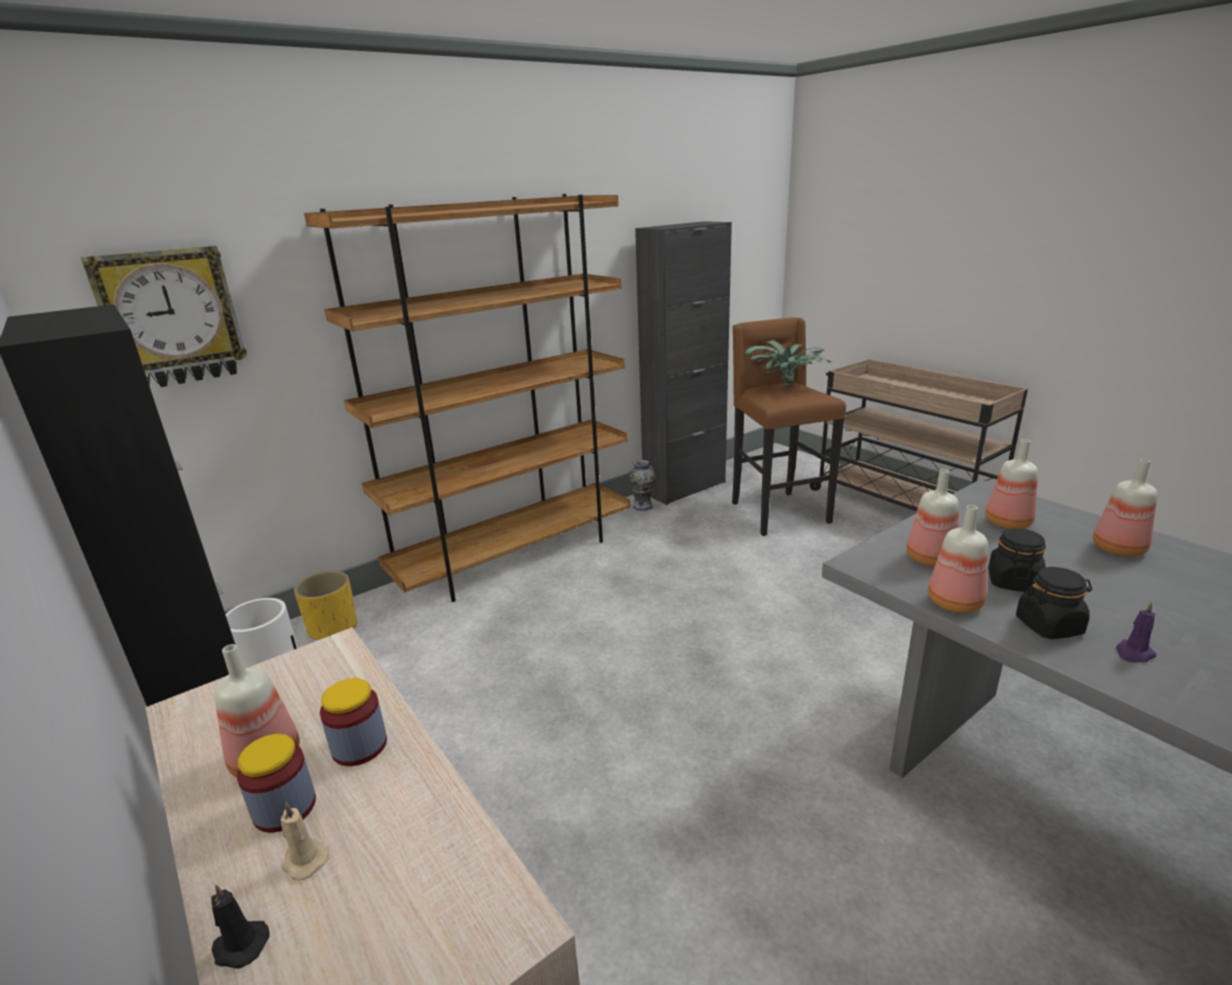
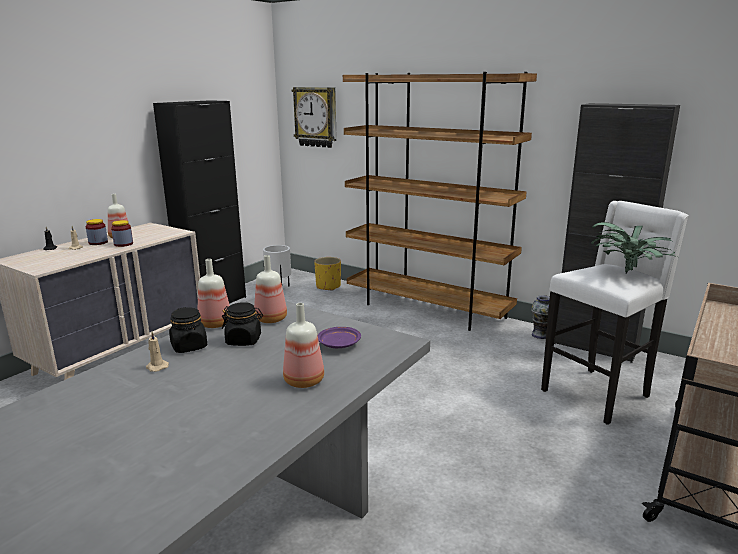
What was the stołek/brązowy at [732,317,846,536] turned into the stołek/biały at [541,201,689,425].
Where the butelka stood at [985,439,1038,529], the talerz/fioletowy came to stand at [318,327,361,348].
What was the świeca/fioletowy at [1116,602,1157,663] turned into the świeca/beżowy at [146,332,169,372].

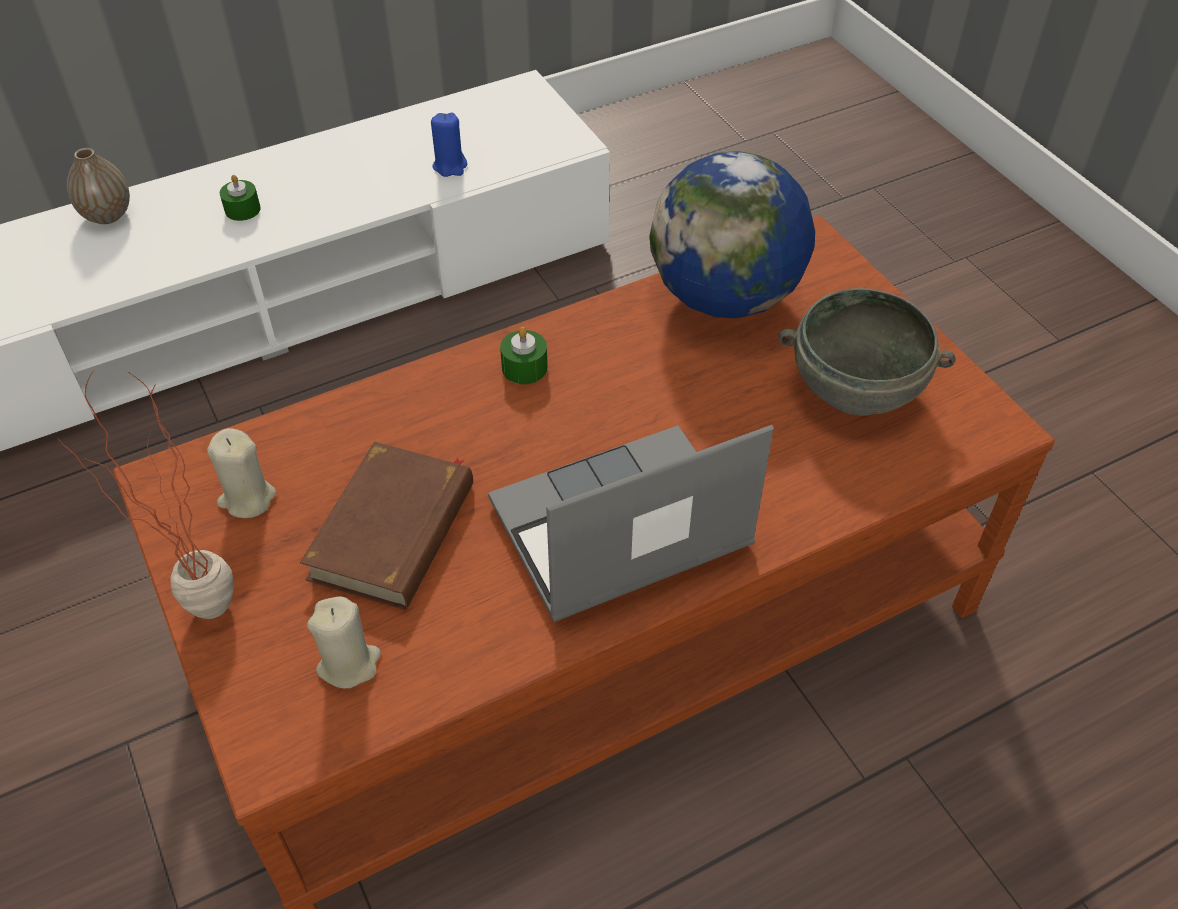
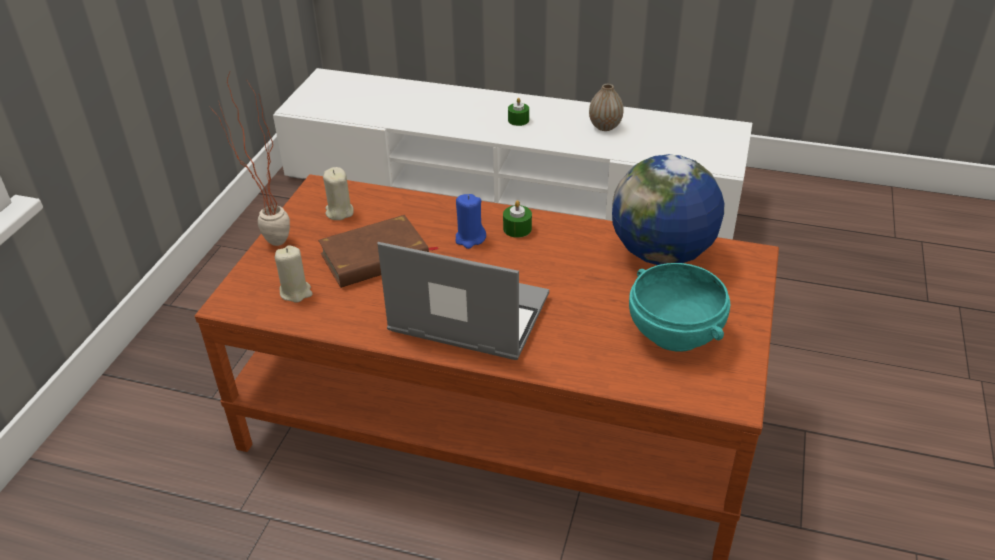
The świeca/niebieski ended up elsewhere, having gone from [431,112,467,177] to [455,194,486,249].
The wazon ended up elsewhere, having gone from [67,148,130,224] to [589,84,624,131].
What was the miska/szary at [779,288,956,416] turned into the miska/turkusowy at [629,263,730,352].

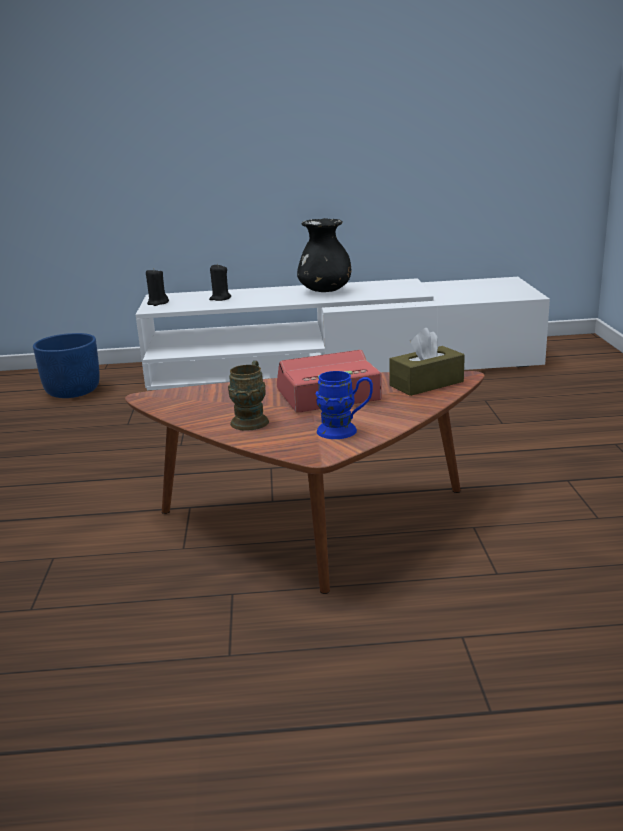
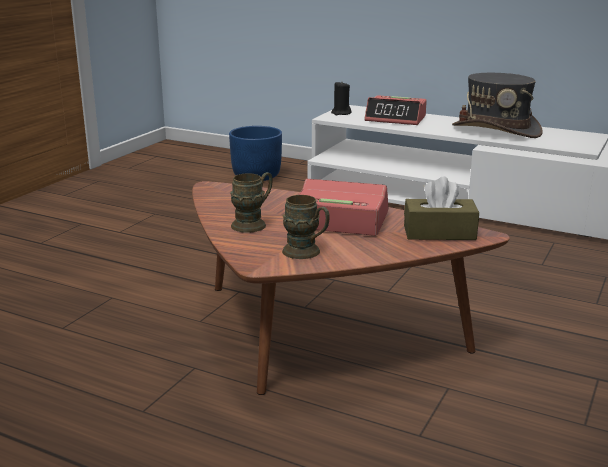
Where the wazon/czarny stood at [297,218,351,292], the kapelusz/szary came to stand at [452,73,543,138].
Where the świeca/czarny stood at [209,264,231,301], the budzik came to stand at [364,95,427,125].
What was the kubek/niebieski at [316,371,373,439] turned into the kubek/brązowy at [282,195,330,259].

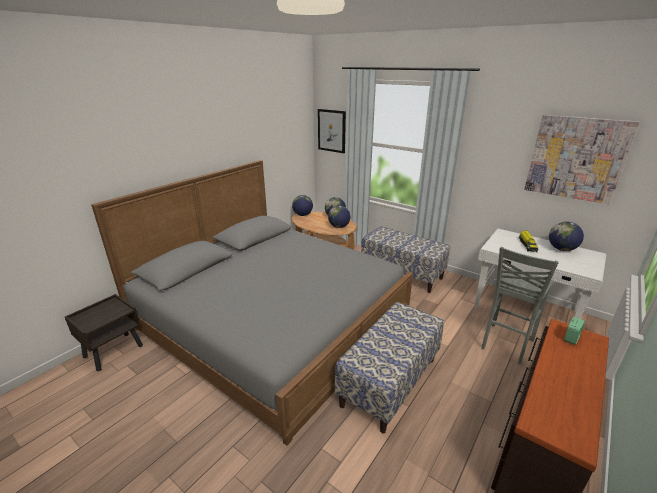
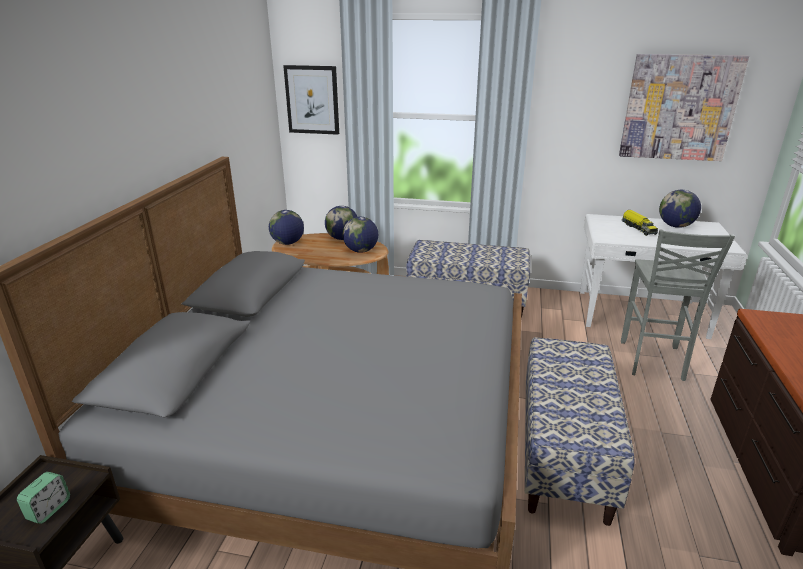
The budzik ended up elsewhere, having gone from [564,317,585,345] to [17,472,70,524].

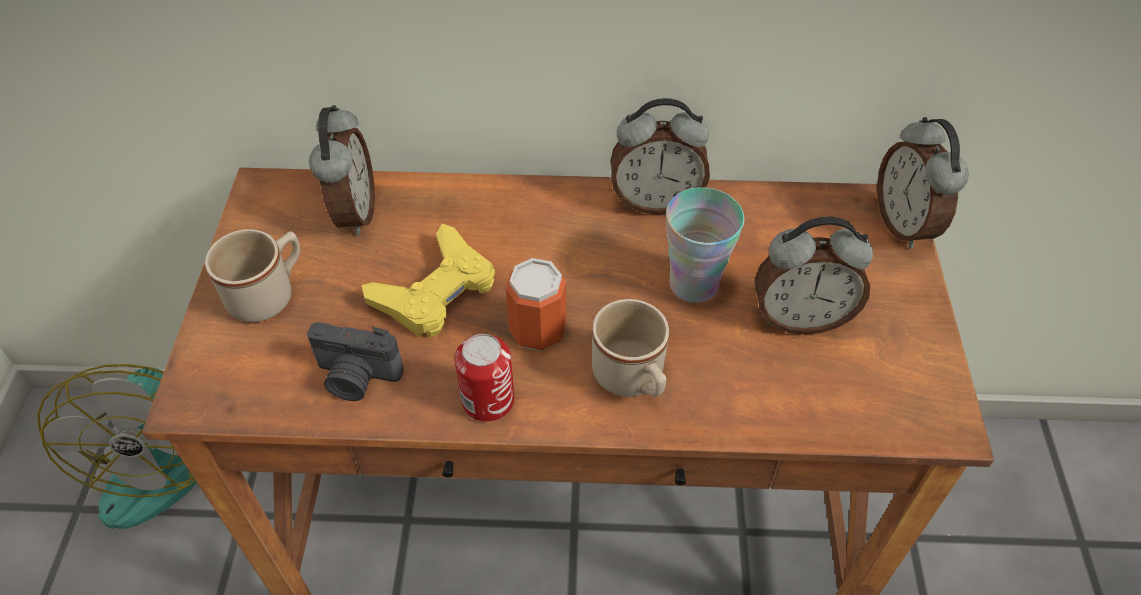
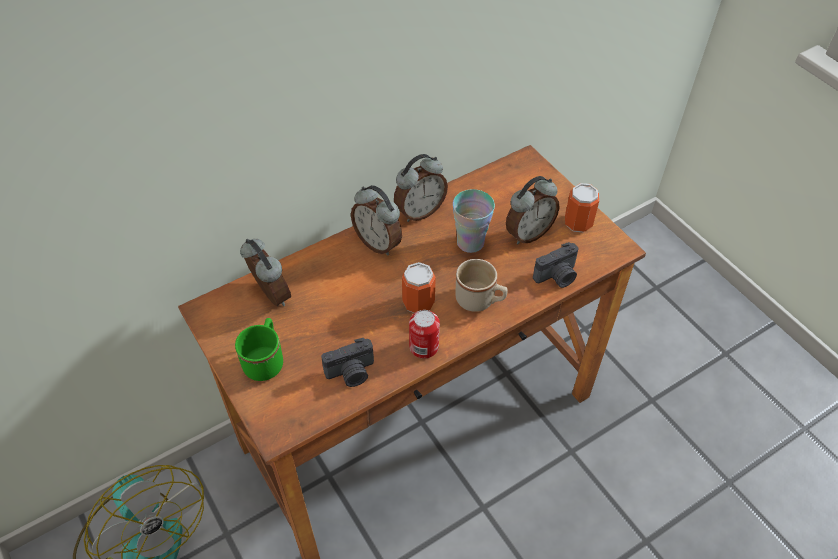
The budzik ended up elsewhere, having gone from [877,117,969,249] to [351,185,402,256].
The second view lost the pad do gier/żółty at [362,224,495,337].
What was the kubek/beżowy at [205,229,300,322] turned into the kubek/zielony at [235,318,283,381].
The second view gained the puszka at [565,183,599,232].
The second view gained the aparat fotograficzny at [533,242,579,288].

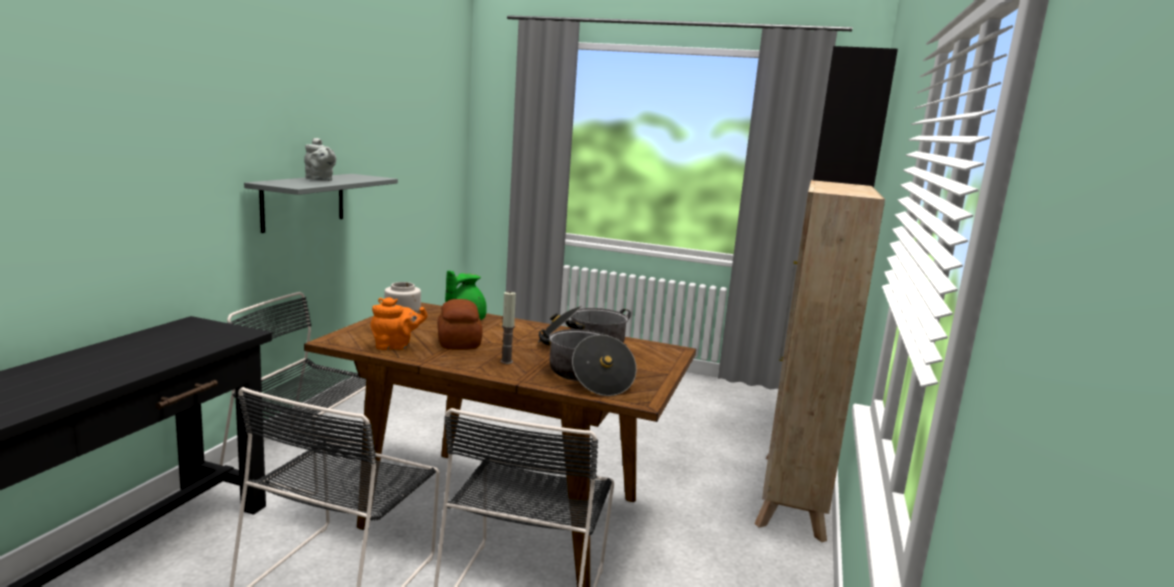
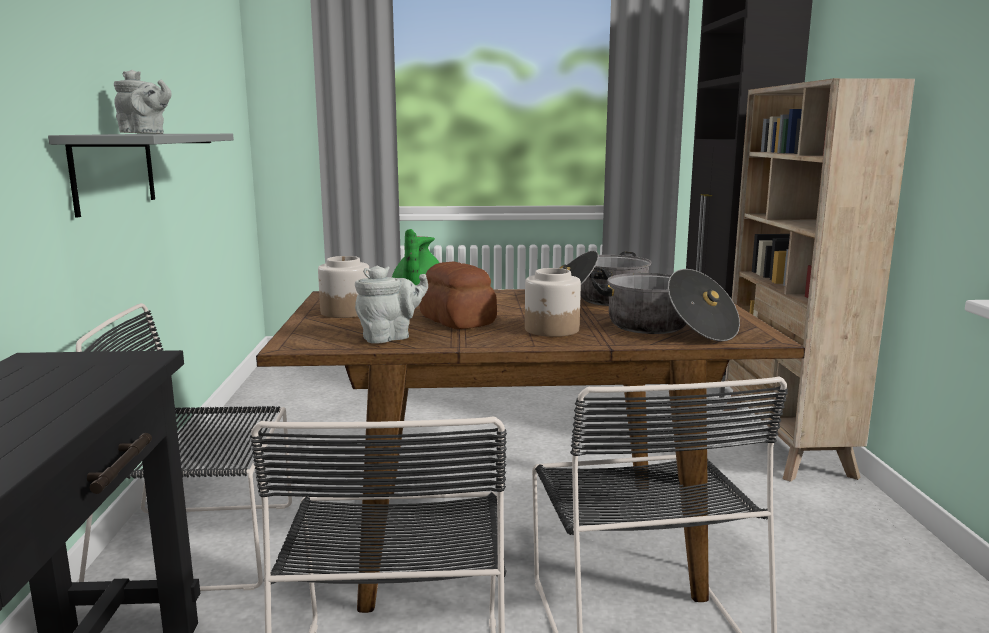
Where the świeca stood at [500,291,516,364], the słoik came to stand at [525,268,581,337].
What was the imbryk/pomarańczowy at [370,297,428,350] turned into the imbryk/szary at [355,265,428,343].

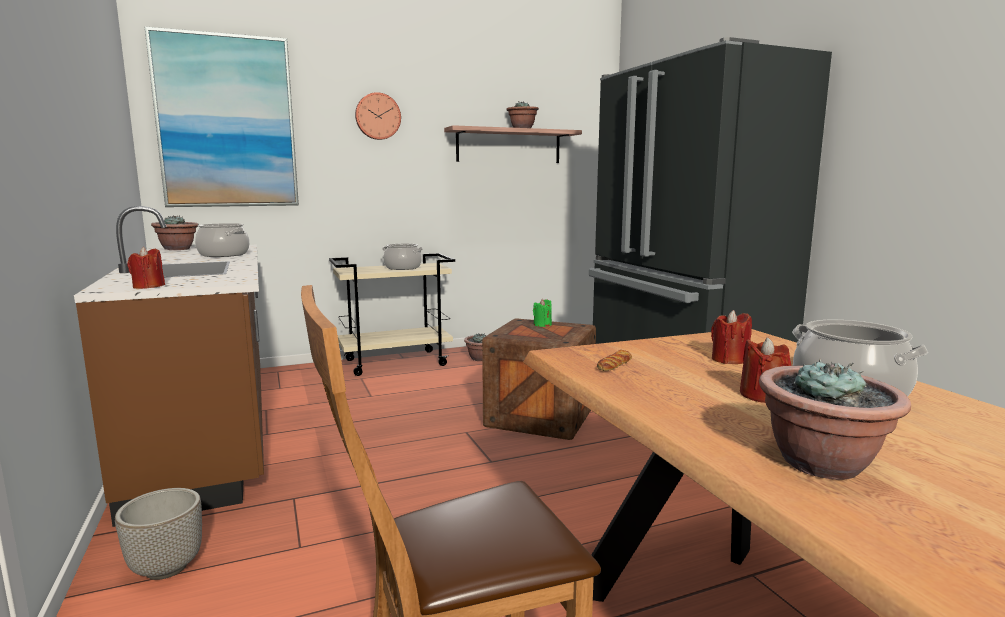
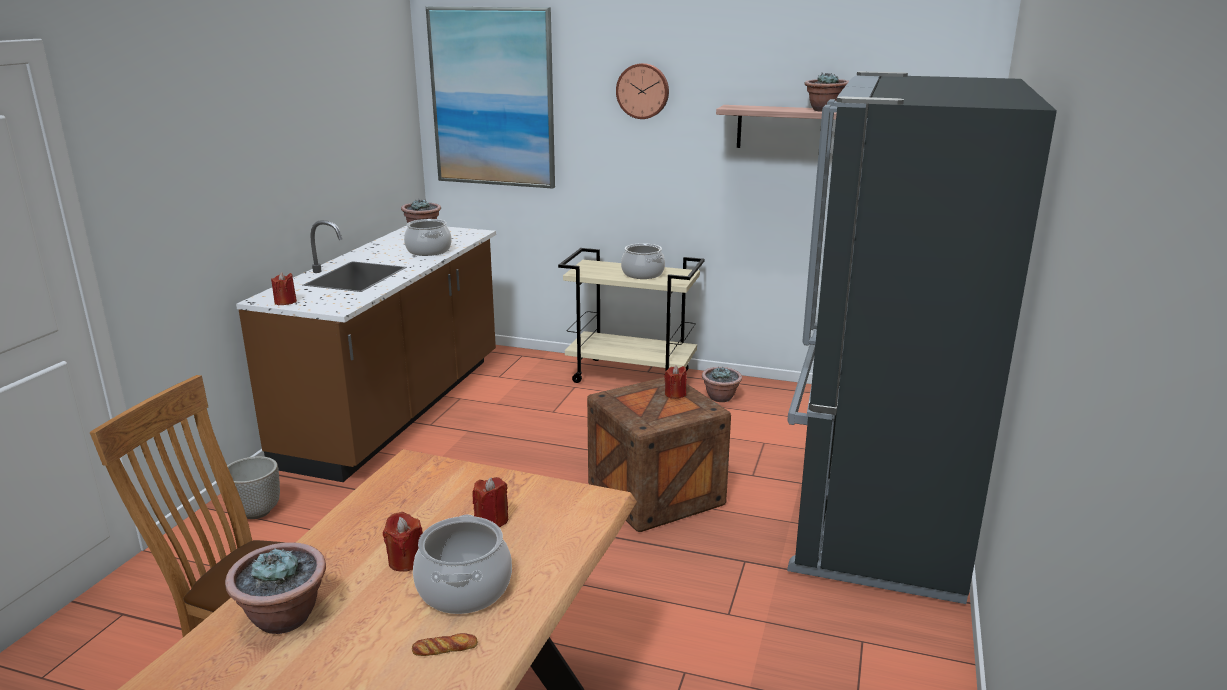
What was the świeca/zielony at [533,299,552,327] turned into the świeca/czerwony at [664,365,687,399].
The chleb ended up elsewhere, having gone from [597,350,632,371] to [412,633,478,656].

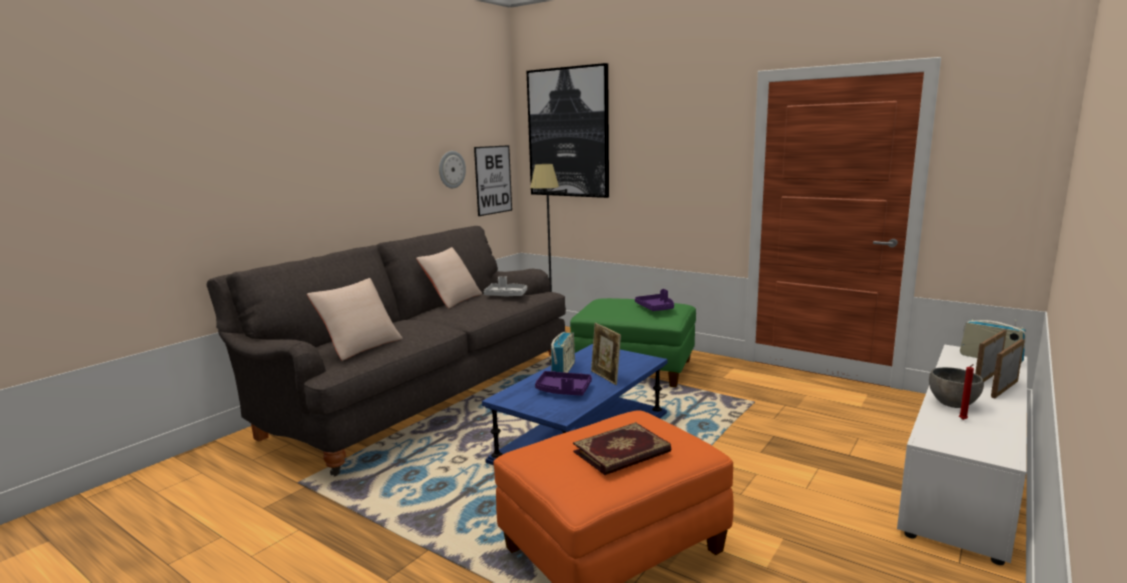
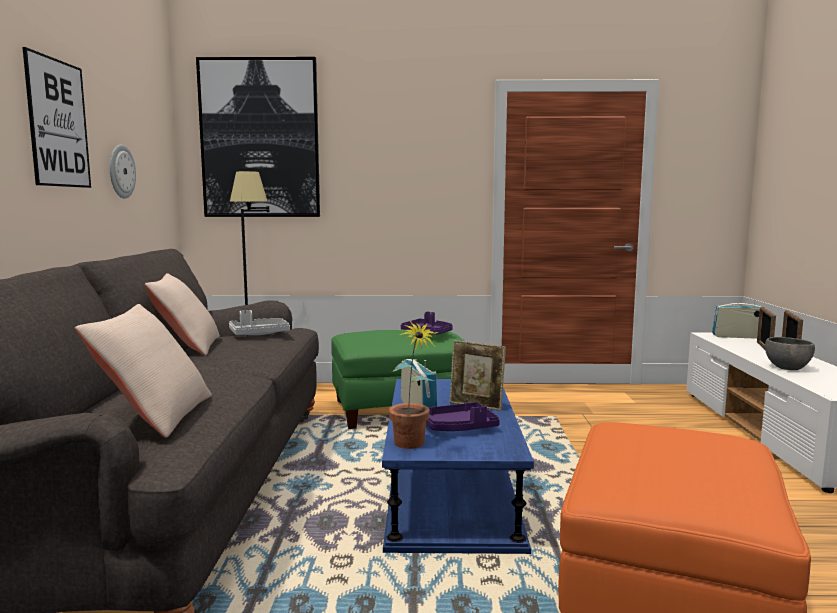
The obraz ended up elsewhere, having gone from [474,145,512,216] to [22,47,91,188].
The second view lost the świeca/czerwony at [959,364,974,420].
The second view lost the książka at [573,422,671,475].
The second view gained the roślina doniczkowa at [389,321,438,449].

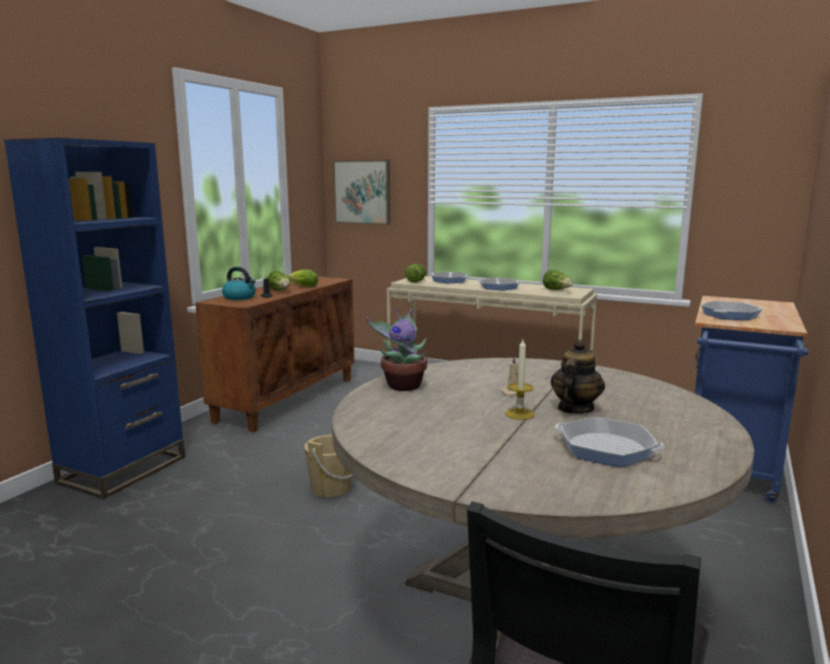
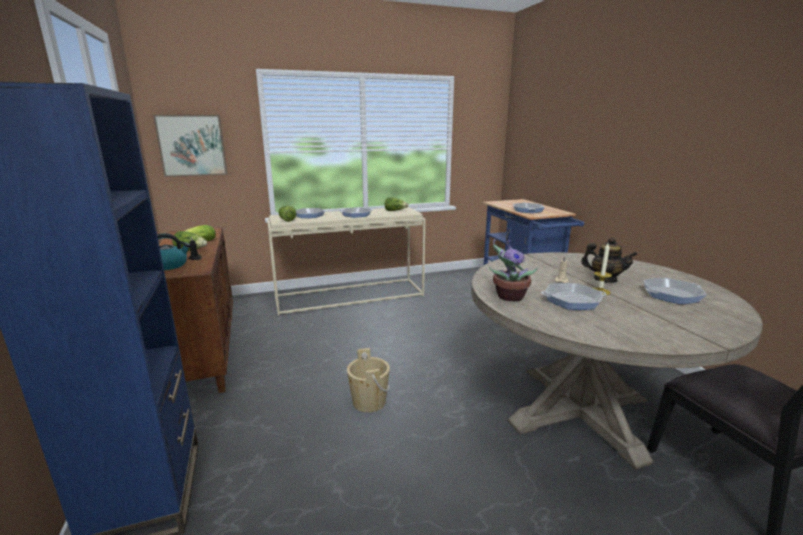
The imbryk at [551,339,605,414] ended up facing another way, 135 degrees clockwise from before.
The second view gained the patelnia at [541,283,606,310].

